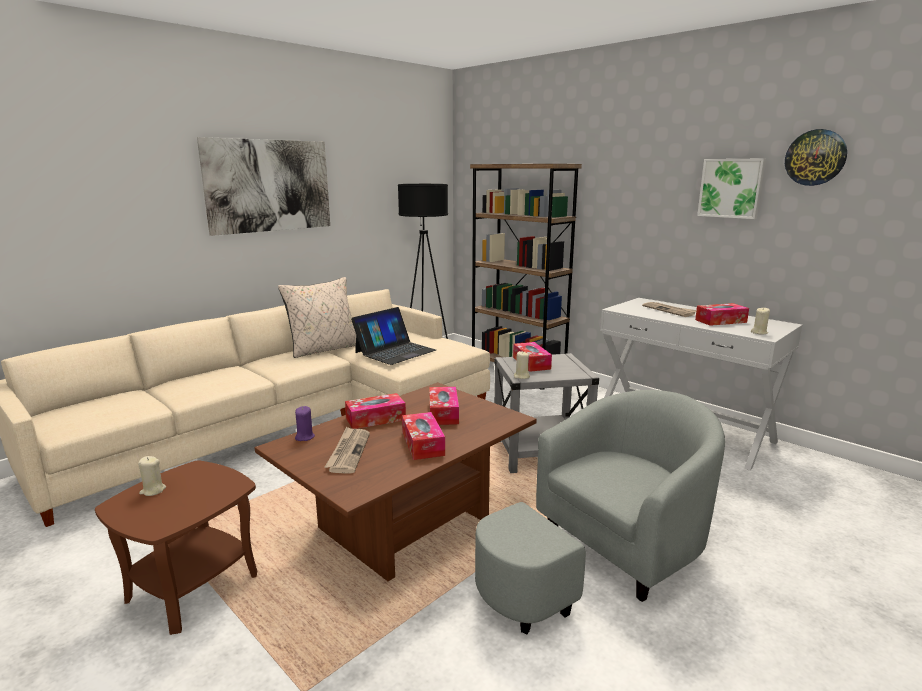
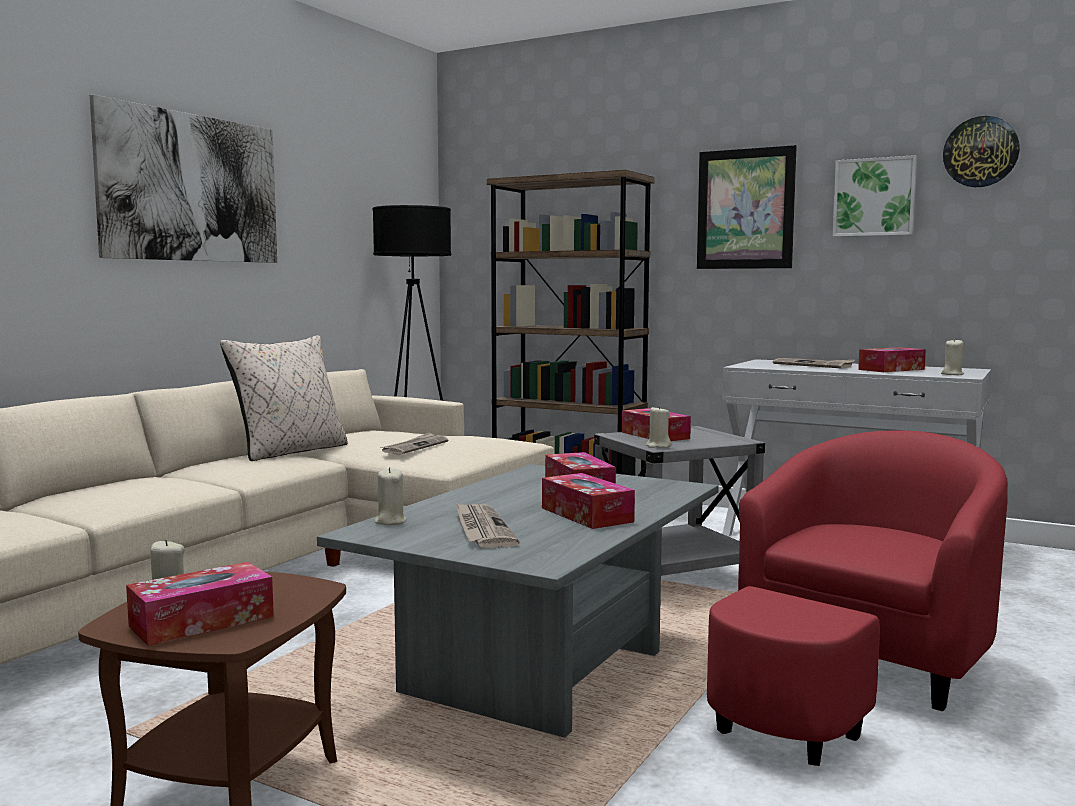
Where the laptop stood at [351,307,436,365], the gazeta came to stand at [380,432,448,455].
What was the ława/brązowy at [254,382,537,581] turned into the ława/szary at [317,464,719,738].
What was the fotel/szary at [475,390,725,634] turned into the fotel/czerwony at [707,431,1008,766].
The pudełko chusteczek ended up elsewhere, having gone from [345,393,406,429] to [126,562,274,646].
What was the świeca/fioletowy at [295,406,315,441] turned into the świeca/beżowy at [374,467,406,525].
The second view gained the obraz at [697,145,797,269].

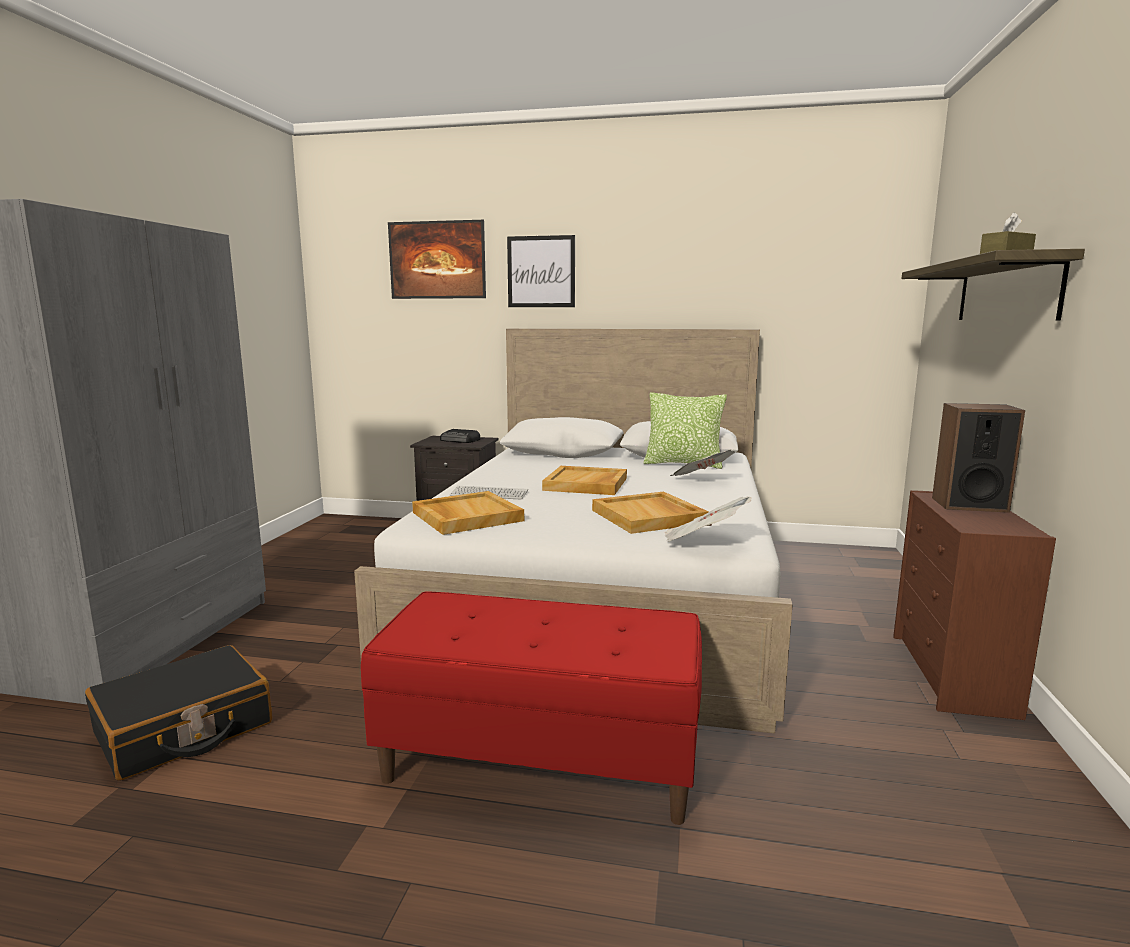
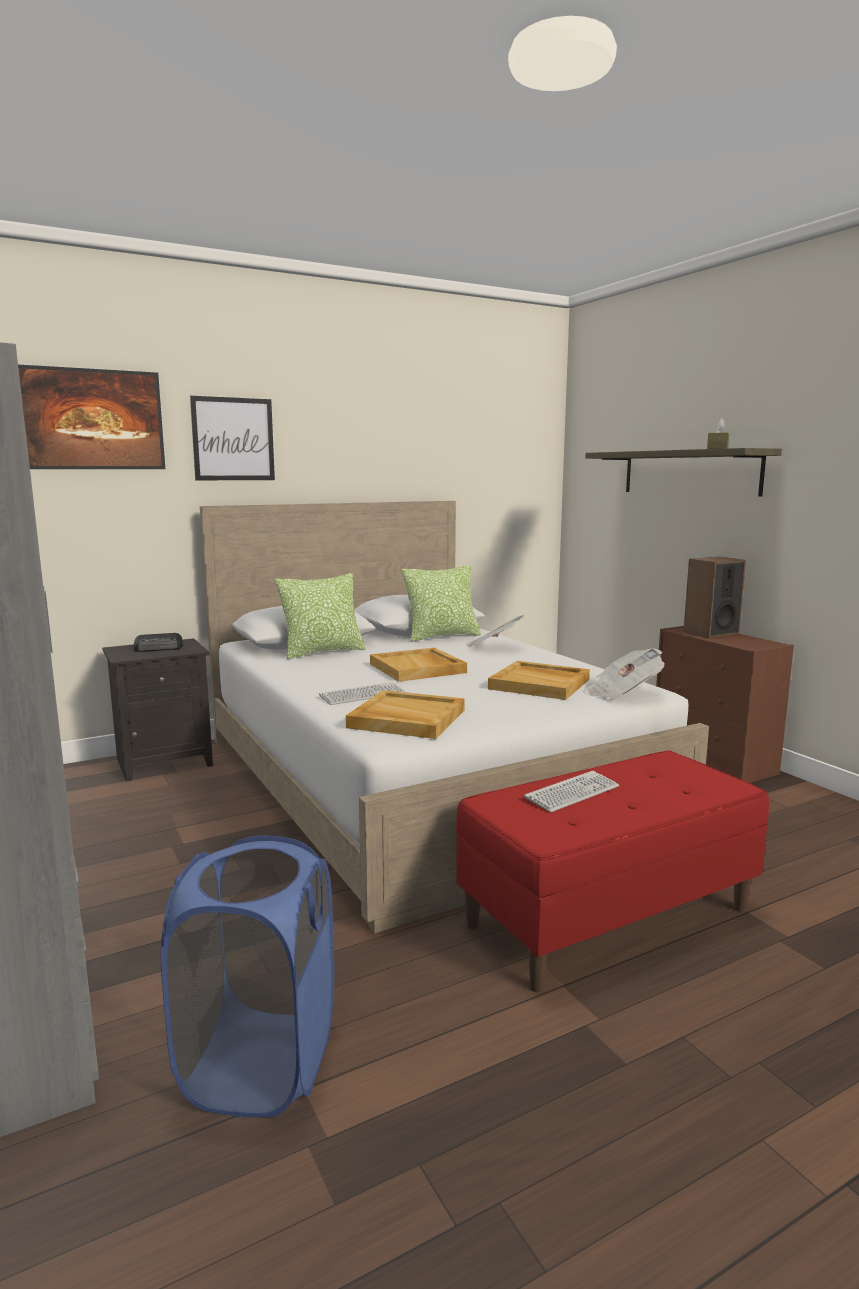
Where the walizka/czarny stood at [85,645,272,781], the kosz na pranie/niebieski came to stand at [161,836,334,1117].
The second view gained the poduszka at [275,573,366,659].
The second view gained the klawiatura at [524,771,619,812].

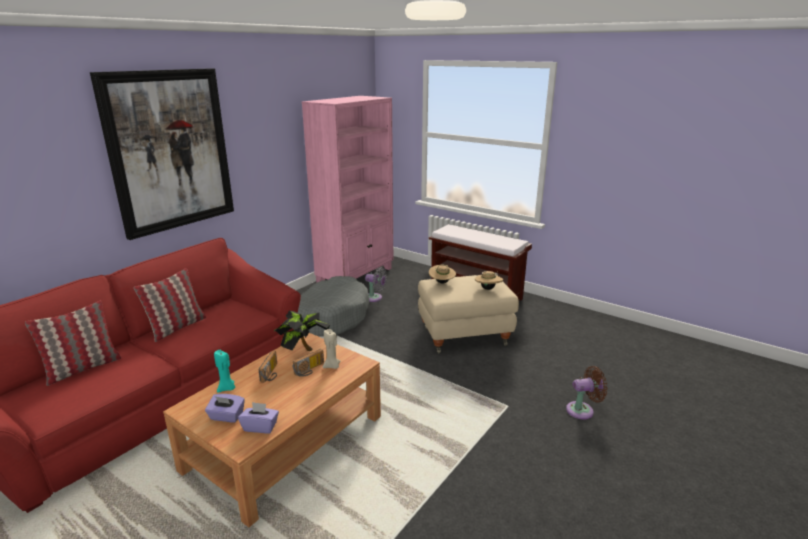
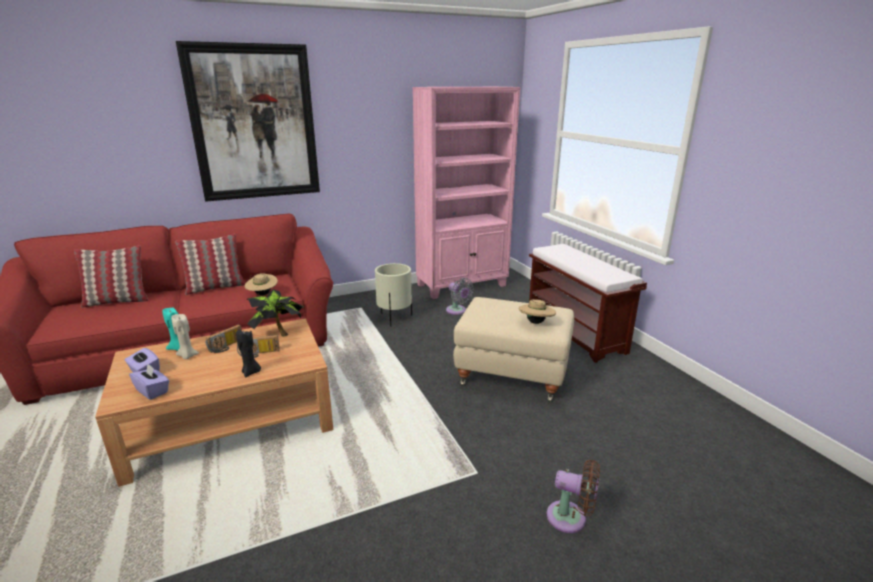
The kapelusz/beżowy ended up elsewhere, having gone from [429,264,456,283] to [245,273,278,295].
Where the legowisko/szary stood at [298,276,370,337], the donica/beżowy came to stand at [375,263,412,327].
The świeca/beżowy ended up elsewhere, having gone from [323,329,340,369] to [171,314,199,359].
The second view gained the świeca/czarny at [236,330,261,377].

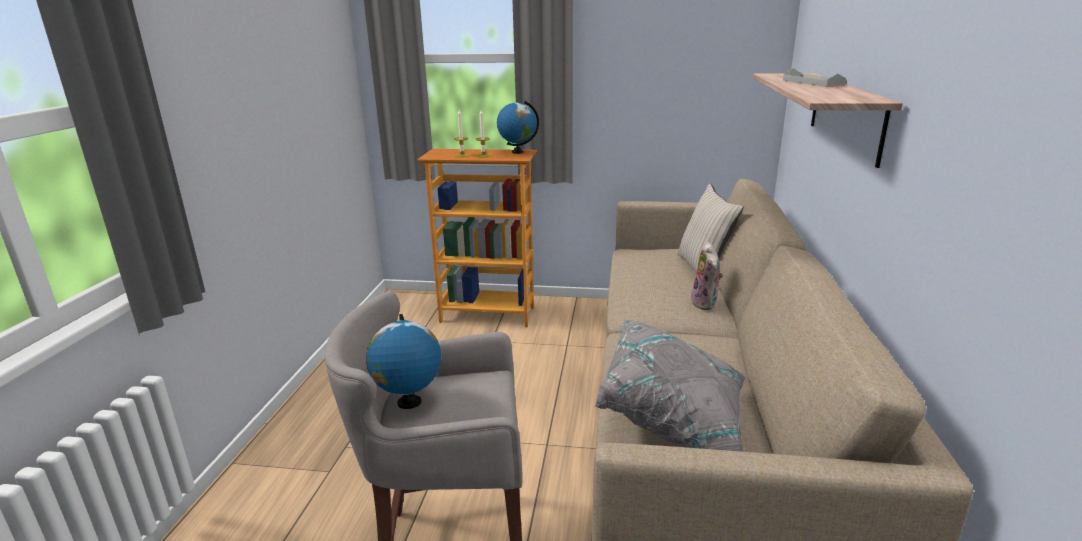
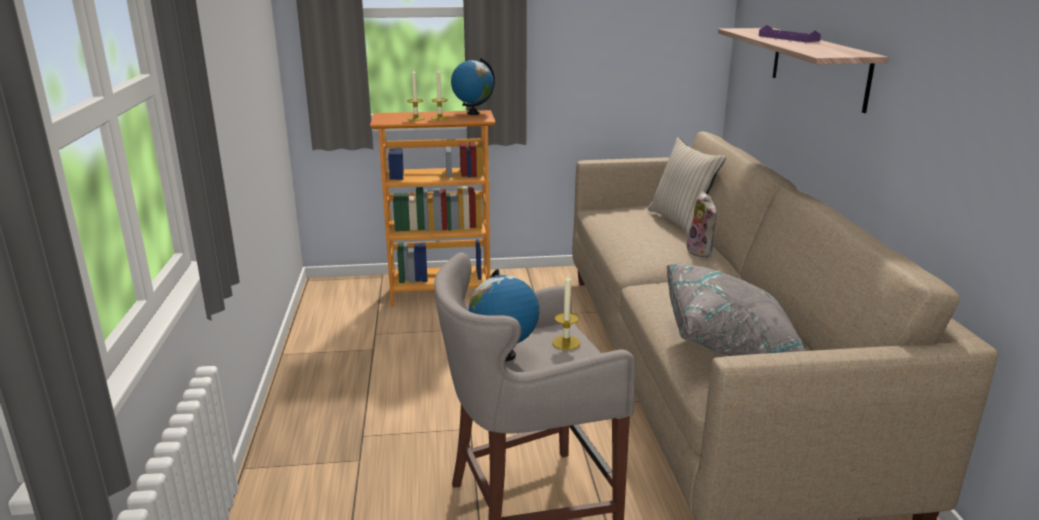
What was the taca/szary at [783,69,846,87] turned into the taca/fioletowy at [759,25,821,42].
The second view gained the świeca at [552,274,580,350].

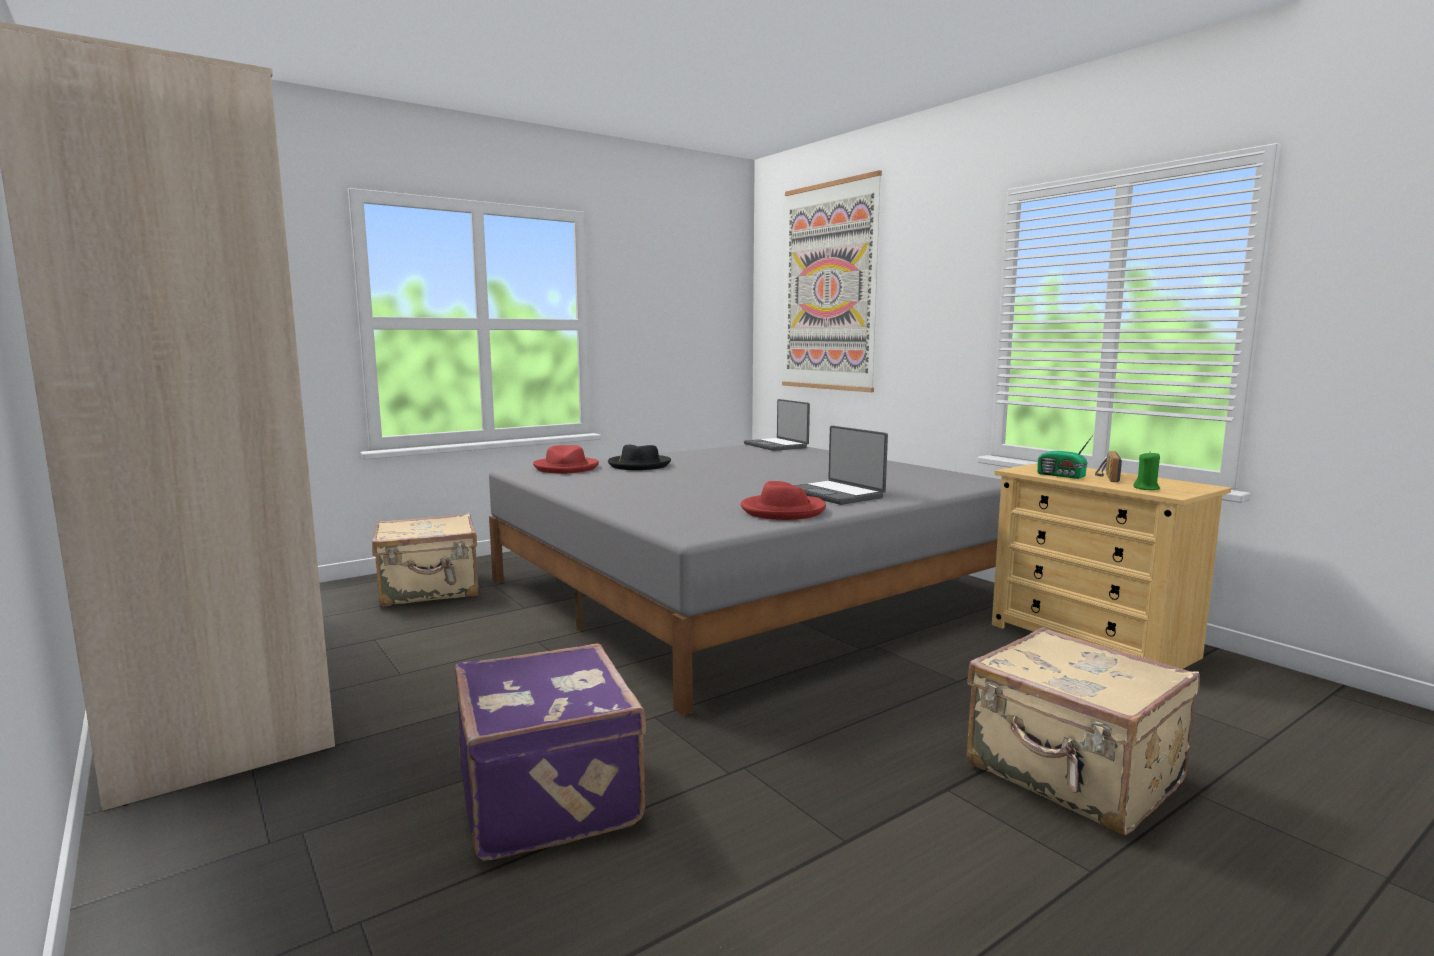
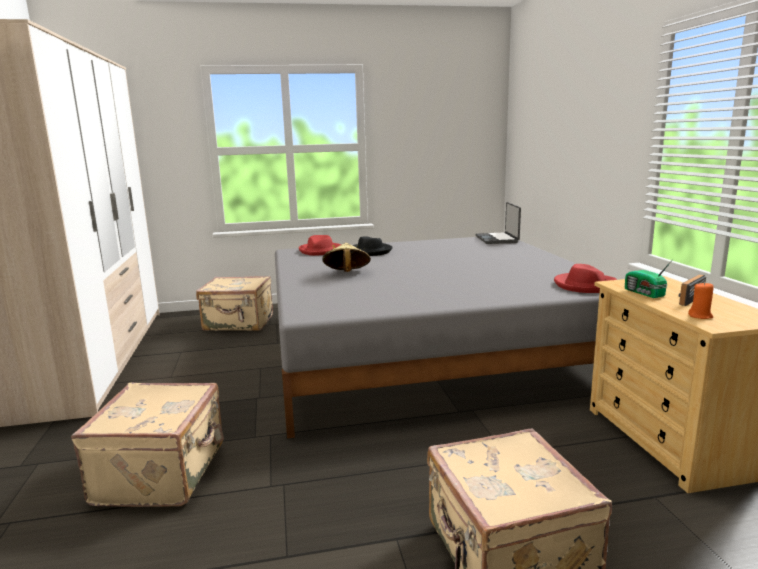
The second view lost the obraz at [782,170,882,392].
The second view lost the laptop at [794,426,888,505].
What was the świeca/zielony at [1133,451,1160,490] turned into the świeca/pomarańczowy at [688,282,714,319].
The kapelusz/czerwony ended up elsewhere, having gone from [741,481,826,520] to [554,264,617,293].
What was the walizka/fioletowy at [455,643,646,861] turned into the walizka/beżowy at [71,383,224,507].
The second view gained the kapelusz/beżowy at [322,243,371,272].

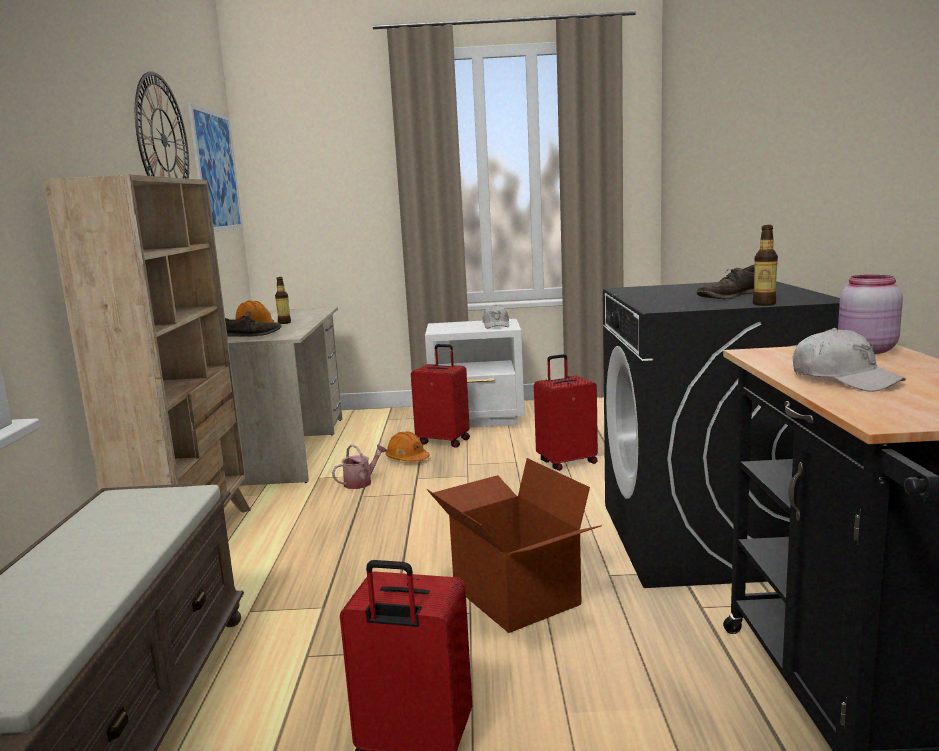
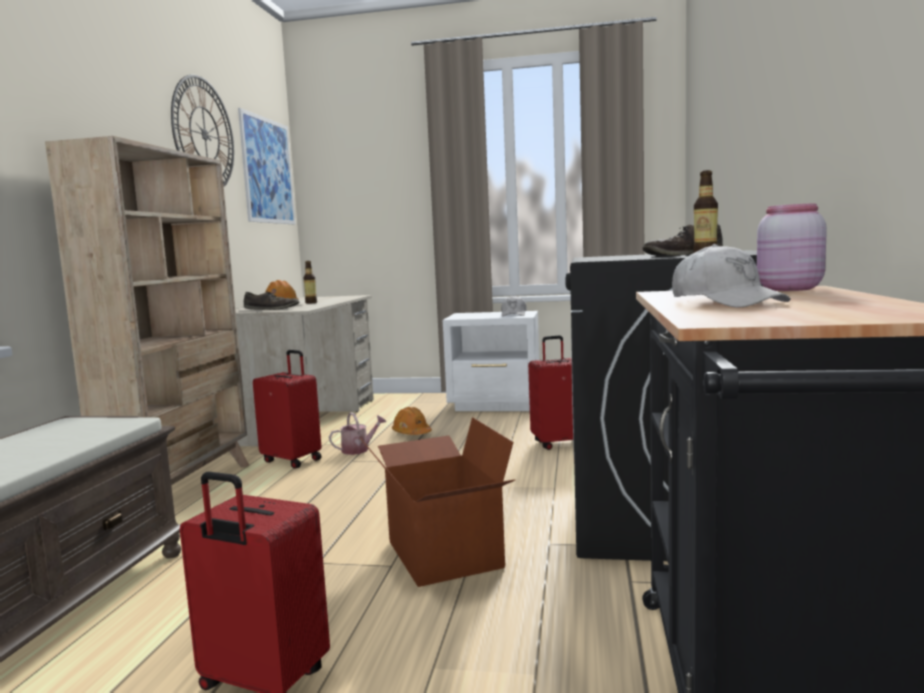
The walizka/czerwony ended up elsewhere, having gone from [411,344,470,448] to [253,350,322,469].

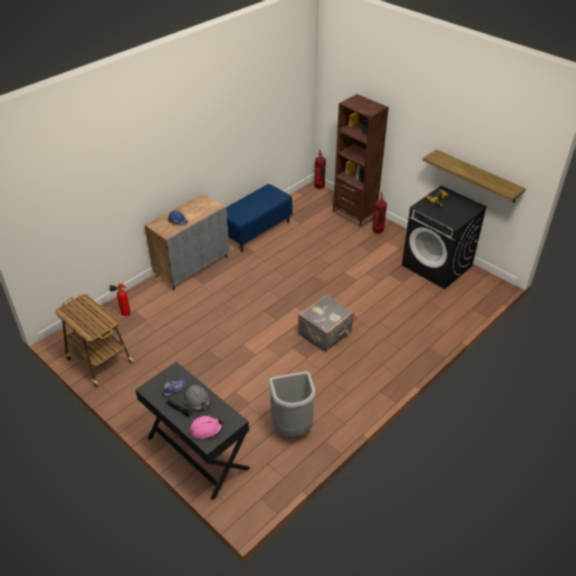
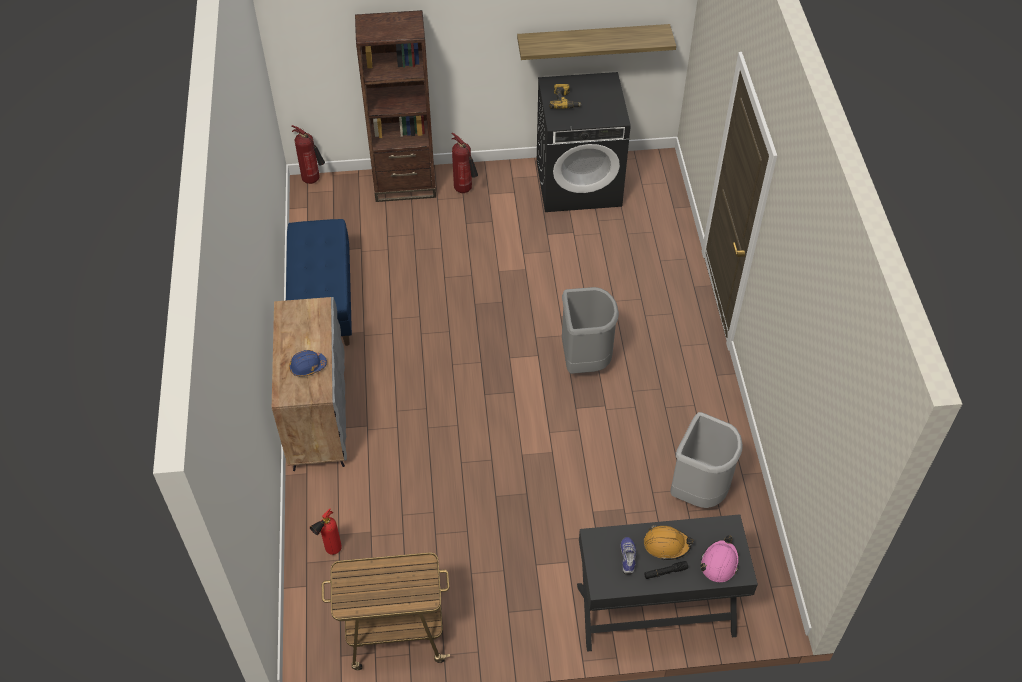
Where the walizka/szary stood at [298,294,354,352], the kosz na śmieci/szary came to stand at [562,287,619,374].
What was the kask/szary at [184,384,211,411] turned into the kask/pomarańczowy at [644,525,694,560].

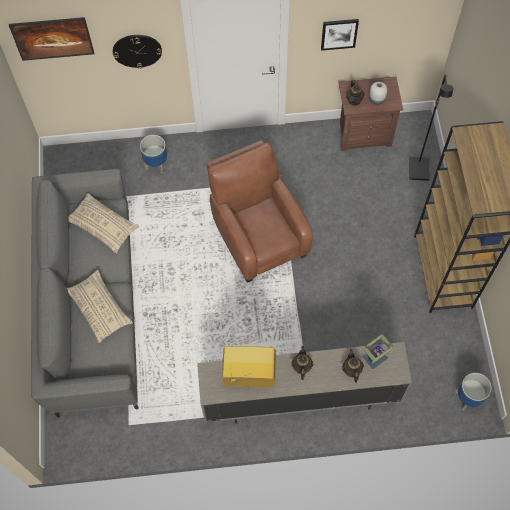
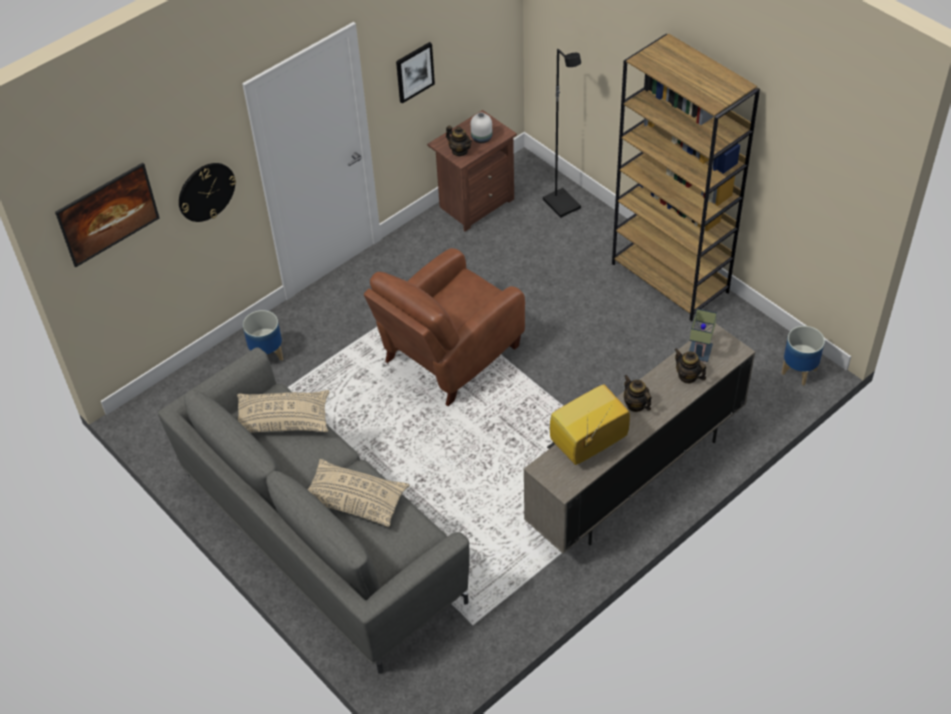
The fotel/brązowy at [207,140,313,283] ended up facing another way, 75 degrees counterclockwise from before.

